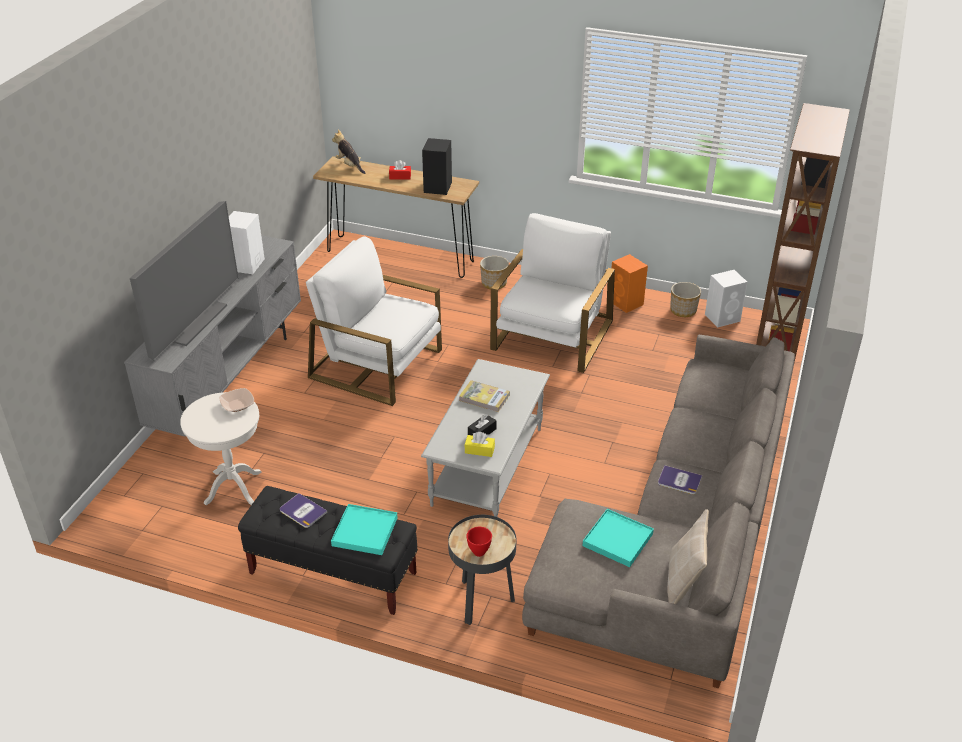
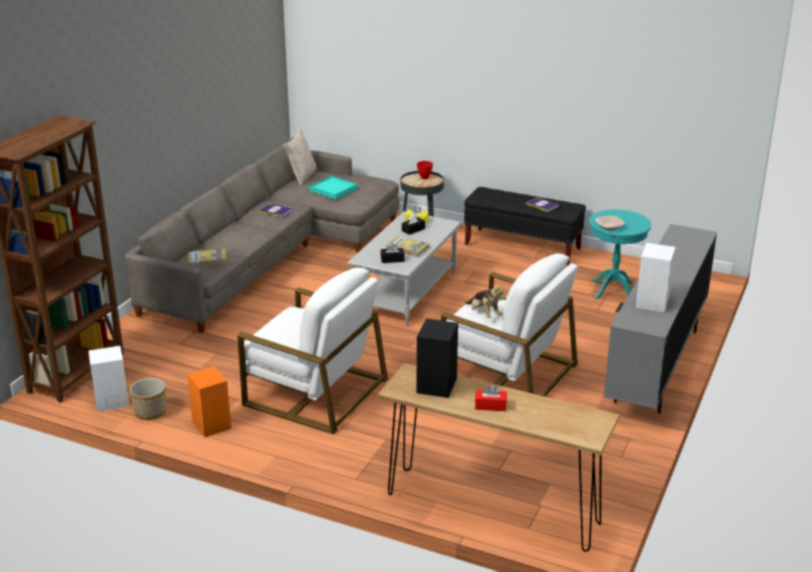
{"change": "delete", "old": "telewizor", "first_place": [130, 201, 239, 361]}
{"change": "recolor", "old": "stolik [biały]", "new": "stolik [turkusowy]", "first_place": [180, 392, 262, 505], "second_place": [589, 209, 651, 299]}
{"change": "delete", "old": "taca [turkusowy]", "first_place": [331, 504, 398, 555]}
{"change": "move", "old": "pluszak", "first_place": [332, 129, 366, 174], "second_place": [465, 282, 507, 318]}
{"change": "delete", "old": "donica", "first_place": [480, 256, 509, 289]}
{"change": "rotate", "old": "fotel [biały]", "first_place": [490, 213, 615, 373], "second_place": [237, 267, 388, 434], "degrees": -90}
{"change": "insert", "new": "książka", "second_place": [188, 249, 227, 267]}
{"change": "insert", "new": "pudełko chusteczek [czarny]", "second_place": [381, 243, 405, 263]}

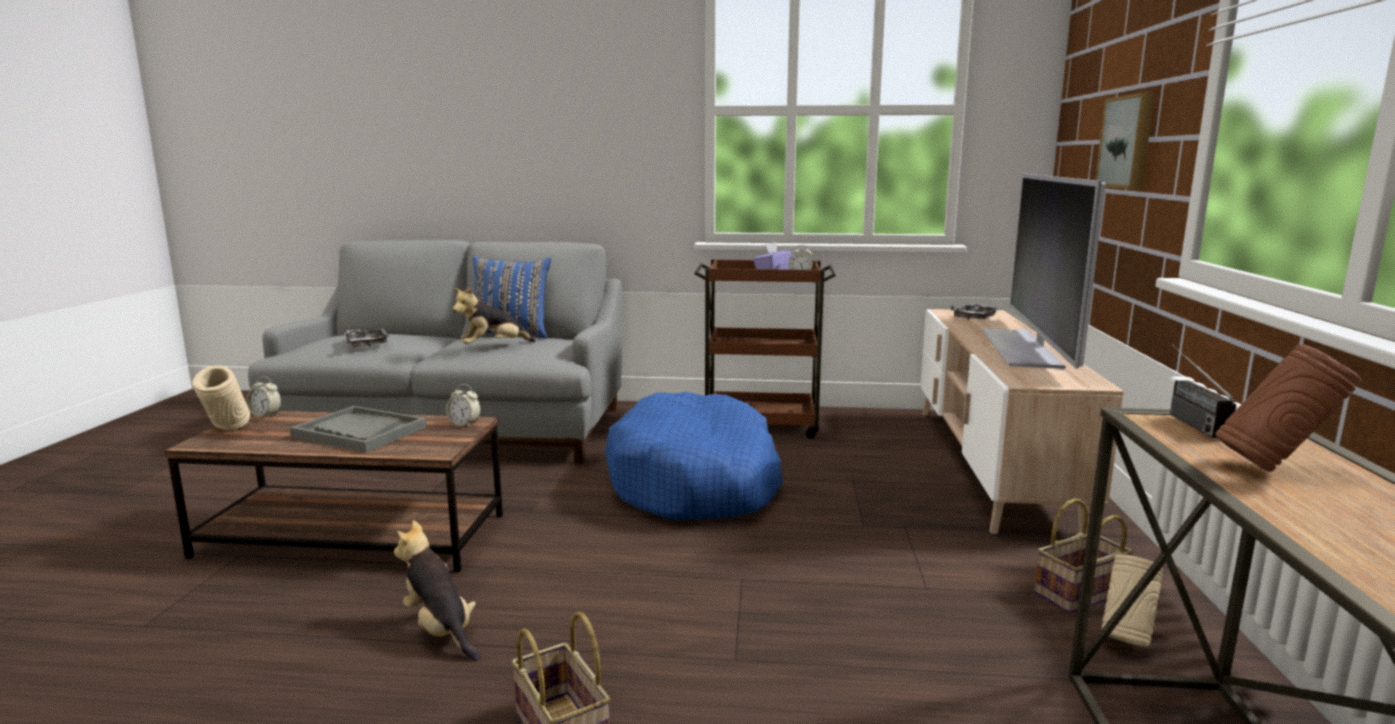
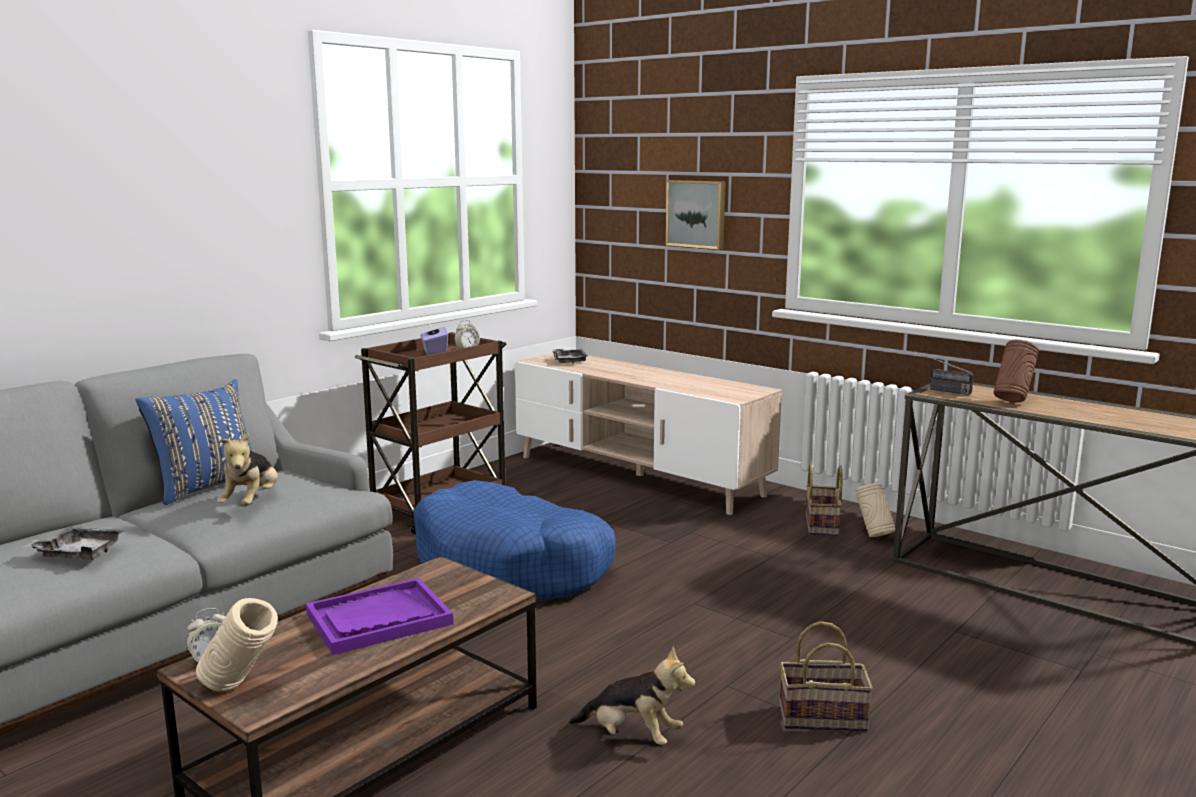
{"change": "recolor", "old": "taca [szary]", "new": "taca [fioletowy]", "first_place": [290, 406, 427, 452], "second_place": [306, 578, 453, 655]}
{"change": "rotate", "old": "pluszak", "first_place": [394, 520, 480, 661], "second_place": [568, 647, 695, 745], "degrees": -150}
{"change": "delete", "old": "budzik", "first_place": [446, 384, 481, 428]}
{"change": "delete", "old": "telewizor", "first_place": [981, 174, 1106, 369]}

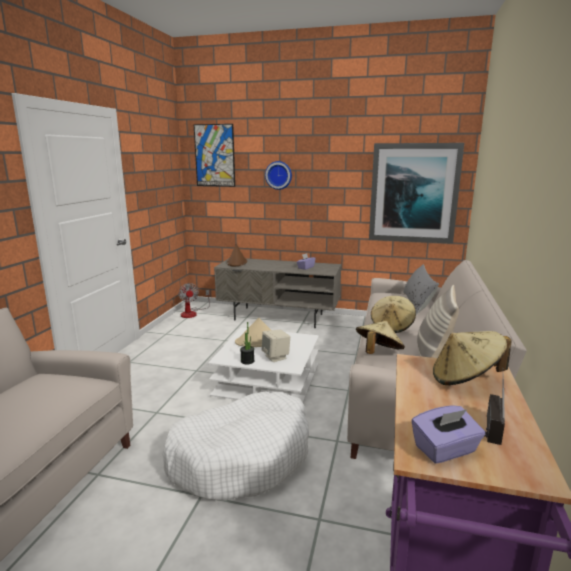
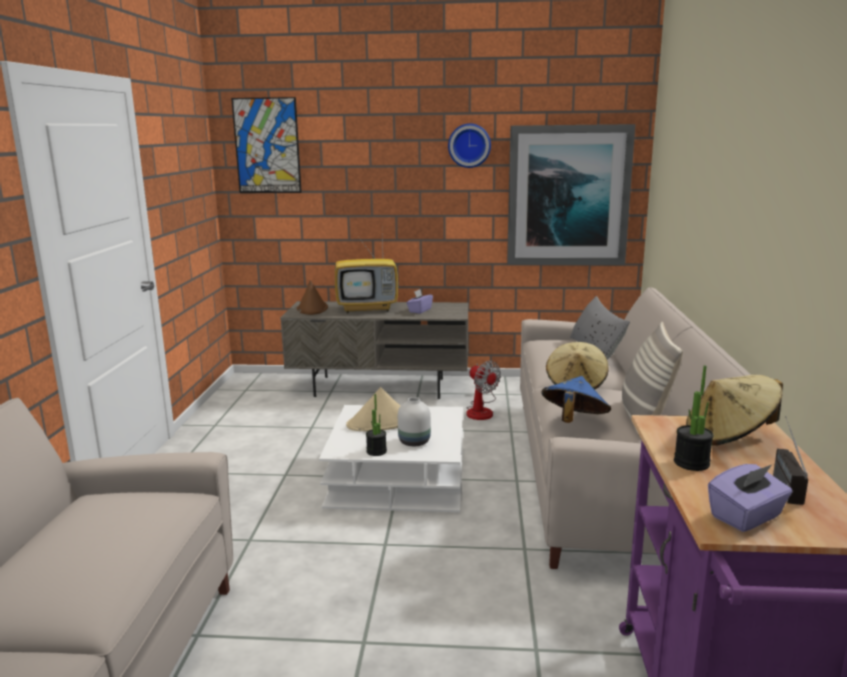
{"change": "delete", "old": "legowisko [biały]", "first_place": [163, 391, 309, 501]}
{"change": "move", "old": "wentylator", "first_place": [179, 283, 210, 318], "second_place": [467, 361, 501, 420]}
{"change": "replace", "old": "głośnik [beżowy]", "new": "wazon [biały]", "first_place": [261, 330, 290, 362], "second_place": [398, 397, 431, 446]}
{"change": "move", "old": "zegar ścienny", "first_place": [265, 161, 292, 190], "second_place": [448, 123, 491, 168]}
{"change": "recolor", "old": "kapelusz [beżowy]", "new": "kapelusz [niebieski]", "first_place": [356, 321, 405, 354], "second_place": [541, 376, 611, 423]}
{"change": "insert", "new": "telewizor", "second_place": [335, 231, 398, 313]}
{"change": "insert", "new": "roślina doniczkowa", "second_place": [674, 366, 714, 471]}

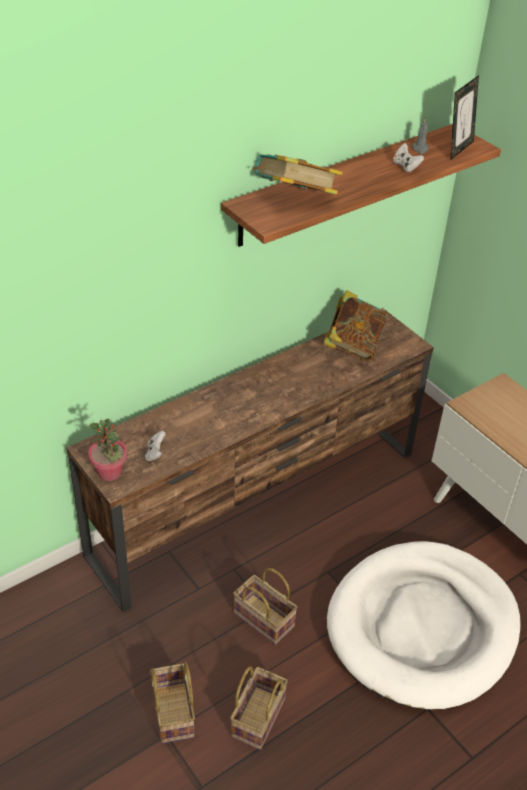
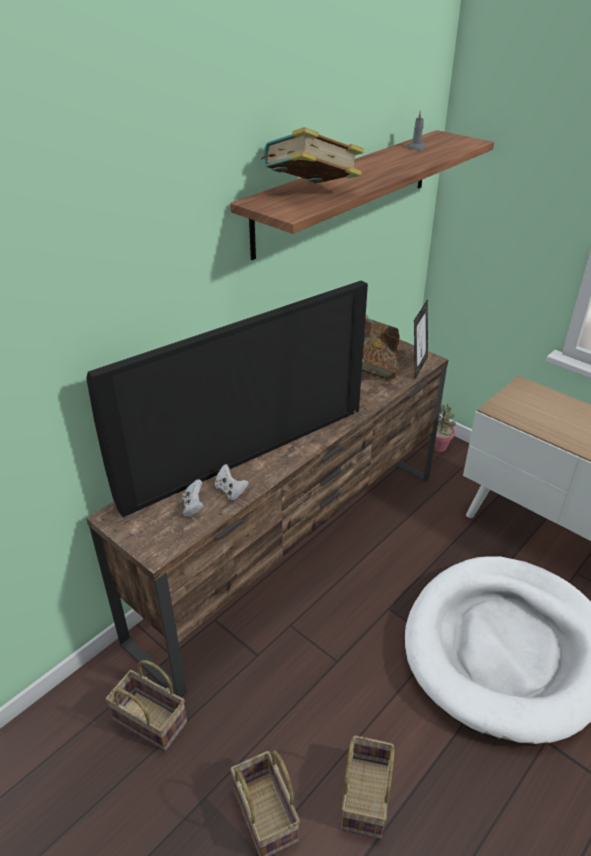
{"change": "move", "old": "roślina doniczkowa", "first_place": [88, 418, 127, 481], "second_place": [429, 403, 456, 452]}
{"change": "move", "old": "koszyk", "first_place": [233, 568, 298, 645], "second_place": [106, 660, 187, 751]}
{"change": "move", "old": "pad do gier [biały]", "first_place": [393, 143, 424, 172], "second_place": [215, 464, 249, 500]}
{"change": "move", "old": "ramka na zdjęcie", "first_place": [451, 75, 479, 160], "second_place": [414, 299, 428, 379]}
{"change": "insert", "new": "telewizor", "second_place": [86, 280, 368, 517]}

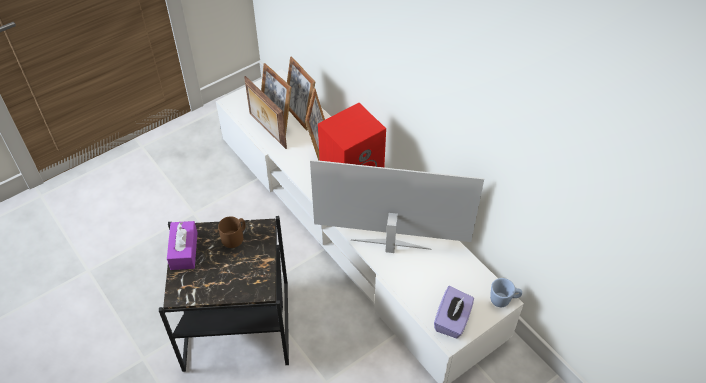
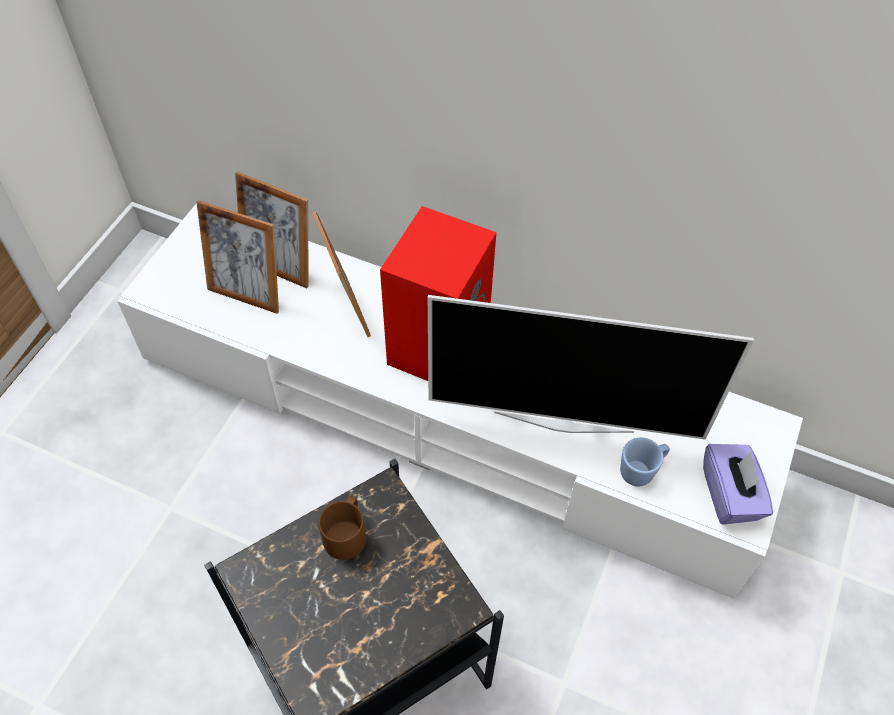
{"change": "delete", "old": "pudełko chusteczek [fioletowy]", "first_place": [167, 221, 198, 270]}
{"change": "delete", "old": "ramka na zdjęcie", "first_place": [244, 76, 287, 149]}
{"change": "rotate", "old": "telewizor", "first_place": [310, 160, 484, 253], "second_place": [428, 295, 754, 440], "degrees": -150}
{"change": "move", "old": "kubek [niebieski]", "first_place": [490, 278, 522, 307], "second_place": [620, 438, 670, 487]}

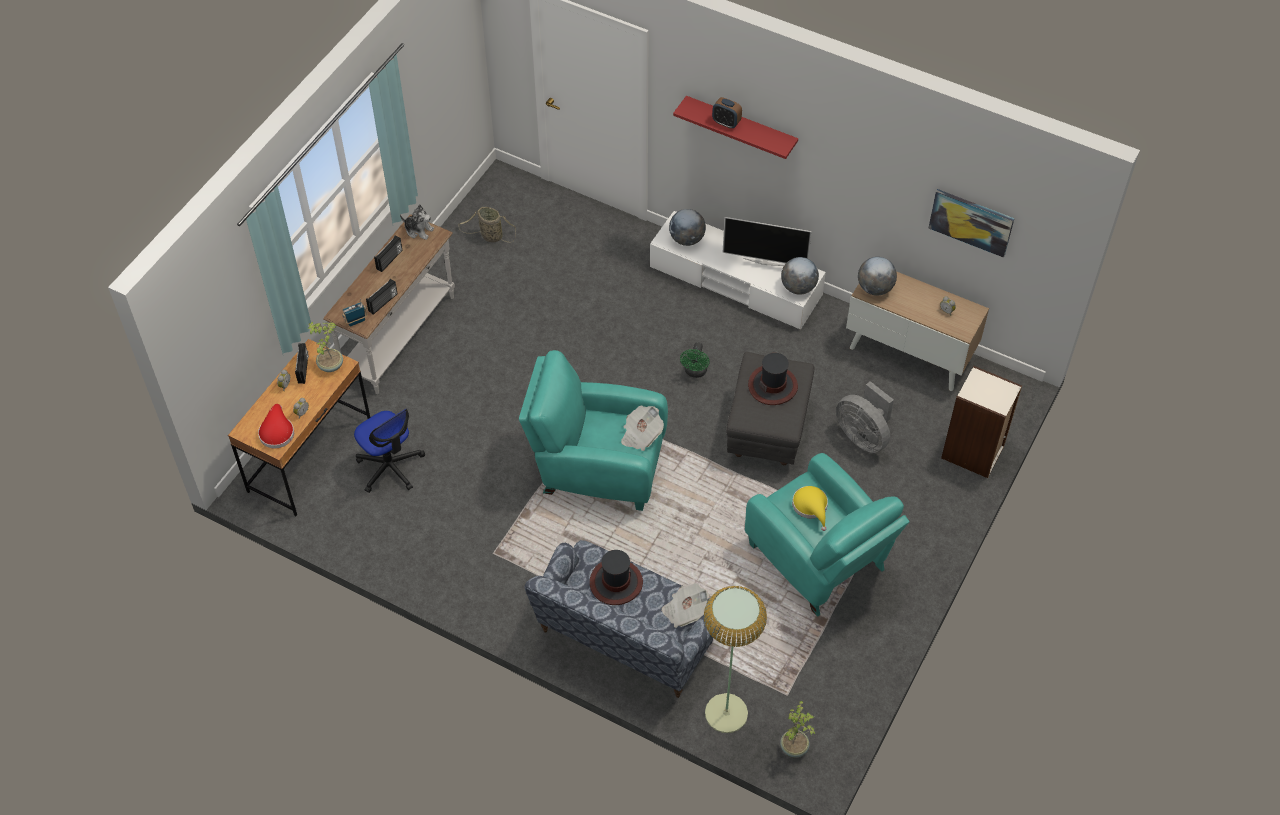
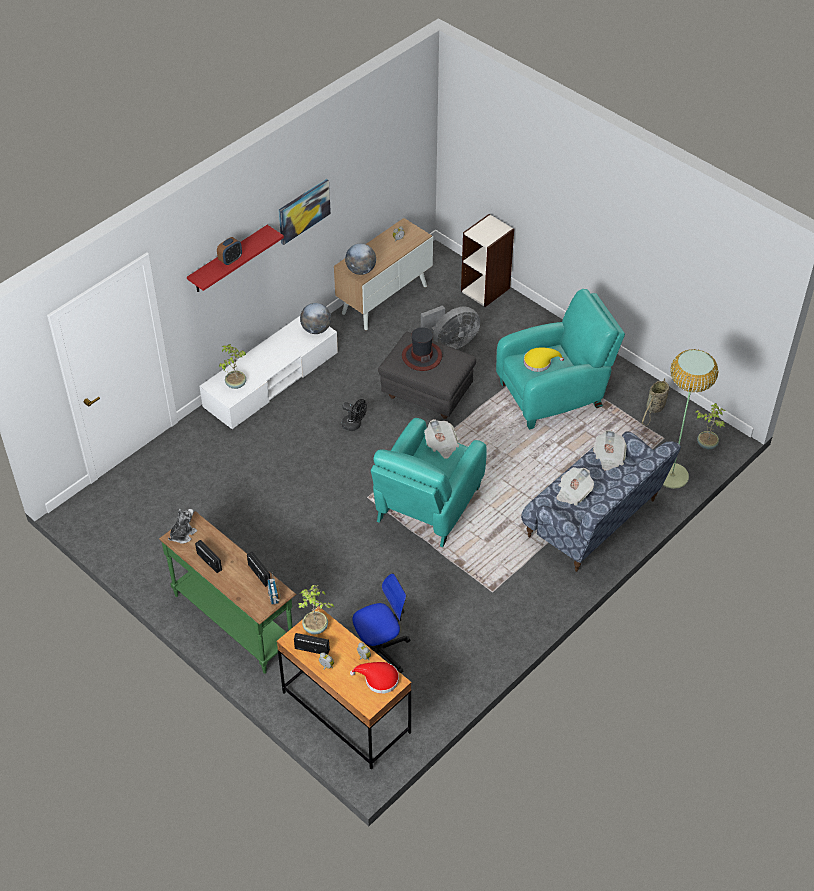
{"change": "recolor", "old": "stolik konsolowy [biały]", "new": "stolik konsolowy [zielony]", "first_place": [323, 214, 455, 394], "second_place": [159, 511, 296, 674]}
{"change": "move", "old": "koszyk", "first_place": [458, 207, 516, 243], "second_place": [642, 378, 669, 425]}
{"change": "replace", "old": "kapelusz", "new": "gazeta", "first_place": [590, 550, 643, 605], "second_place": [557, 468, 594, 506]}
{"change": "replace", "old": "globus", "new": "roślina doniczkowa", "first_place": [669, 209, 706, 246], "second_place": [219, 344, 246, 389]}
{"change": "recolor", "old": "wentylator [zielony]", "new": "wentylator [czarny]", "first_place": [680, 342, 710, 378], "second_place": [342, 399, 367, 431]}
{"change": "delete", "old": "telewizor", "first_place": [722, 217, 812, 266]}
{"change": "move", "old": "obraz", "first_place": [929, 189, 1014, 258], "second_place": [279, 179, 331, 245]}

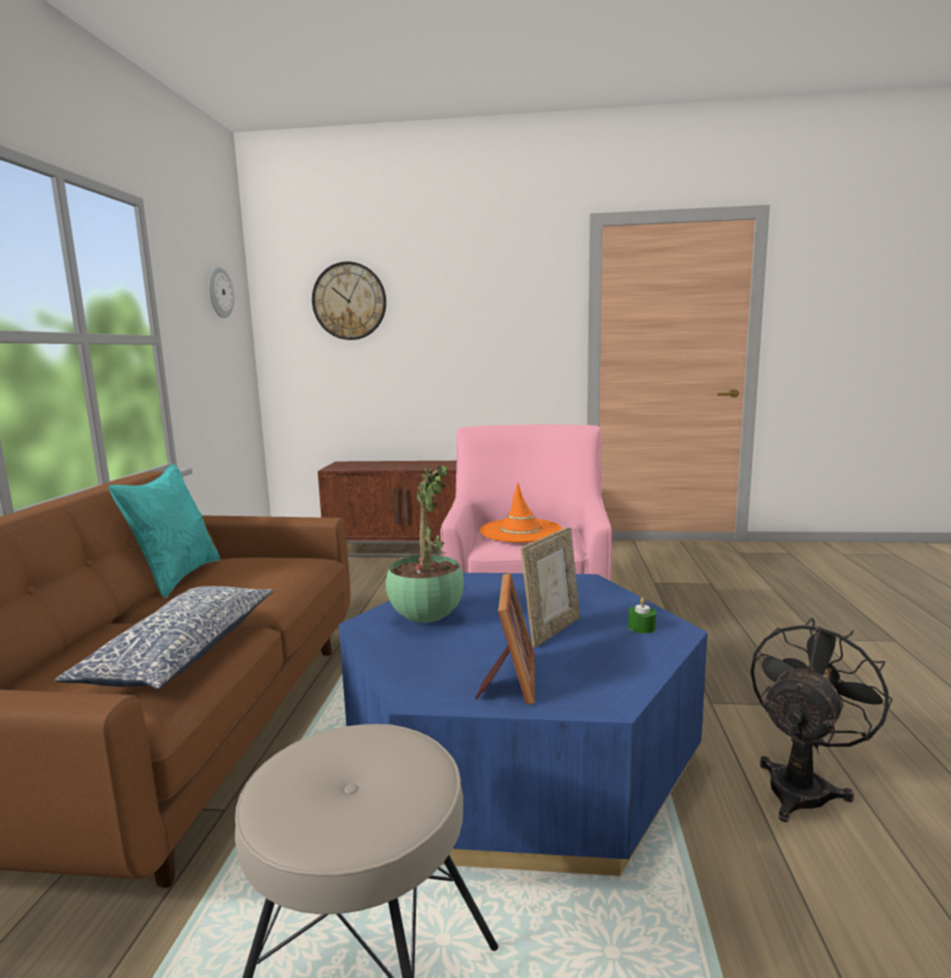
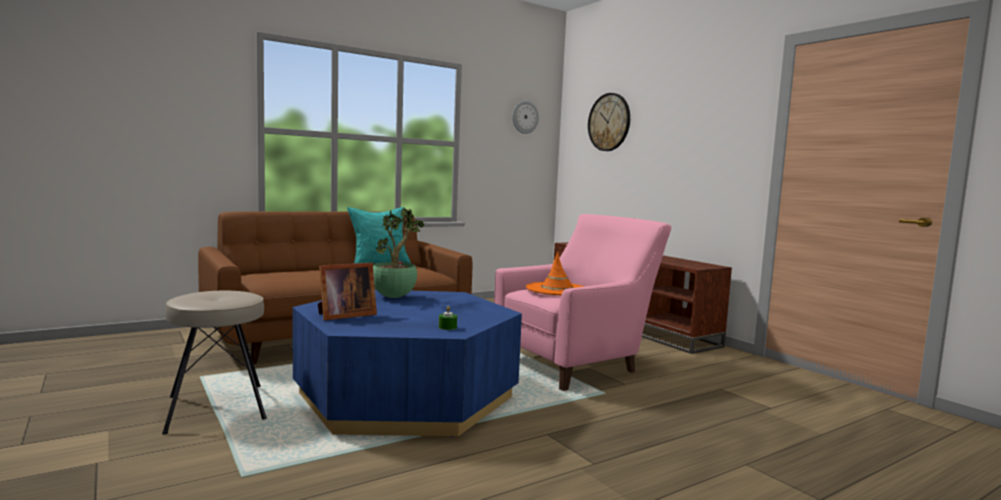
{"change": "delete", "old": "poduszka", "first_place": [55, 586, 273, 690]}
{"change": "delete", "old": "ramka na zdjęcie", "first_place": [521, 527, 580, 648]}
{"change": "delete", "old": "wentylator [czarny]", "first_place": [750, 618, 893, 822]}

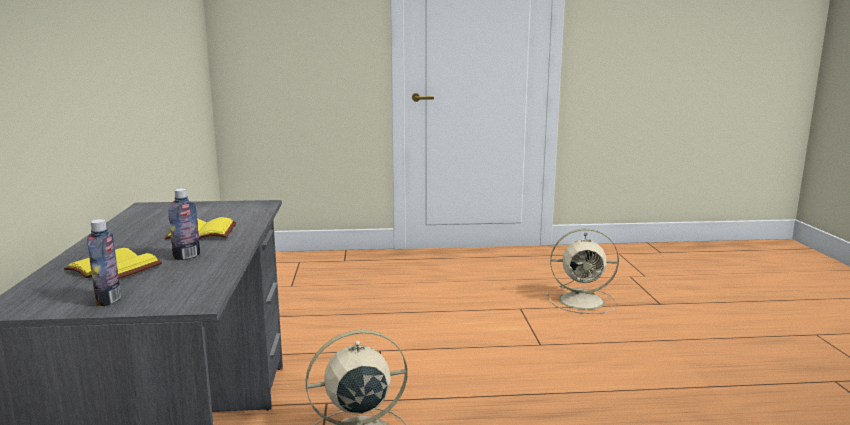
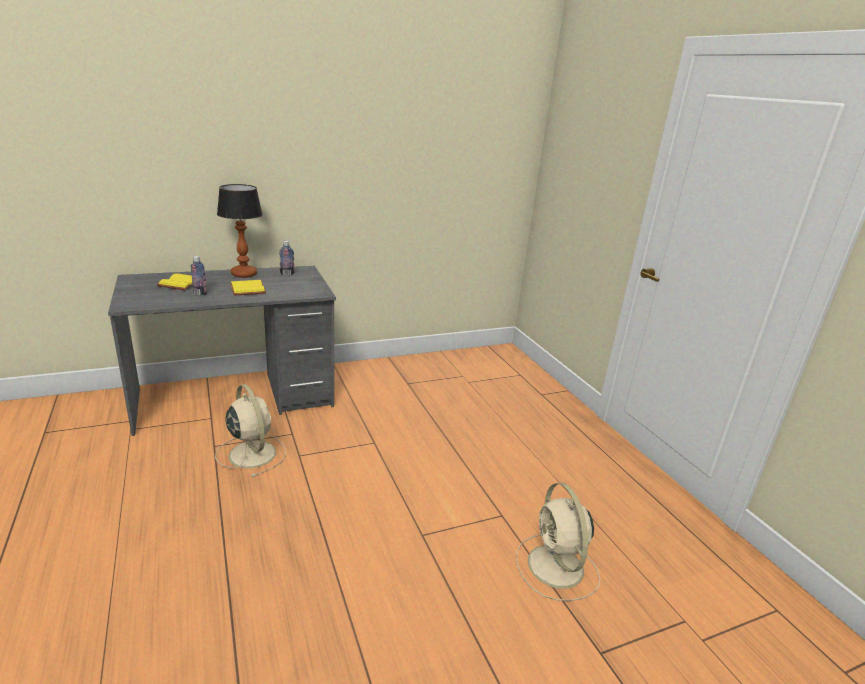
{"change": "move", "old": "butelka", "first_place": [87, 219, 121, 306], "second_place": [279, 241, 295, 275]}
{"change": "insert", "new": "lampa stołowa", "second_place": [217, 184, 263, 278]}

